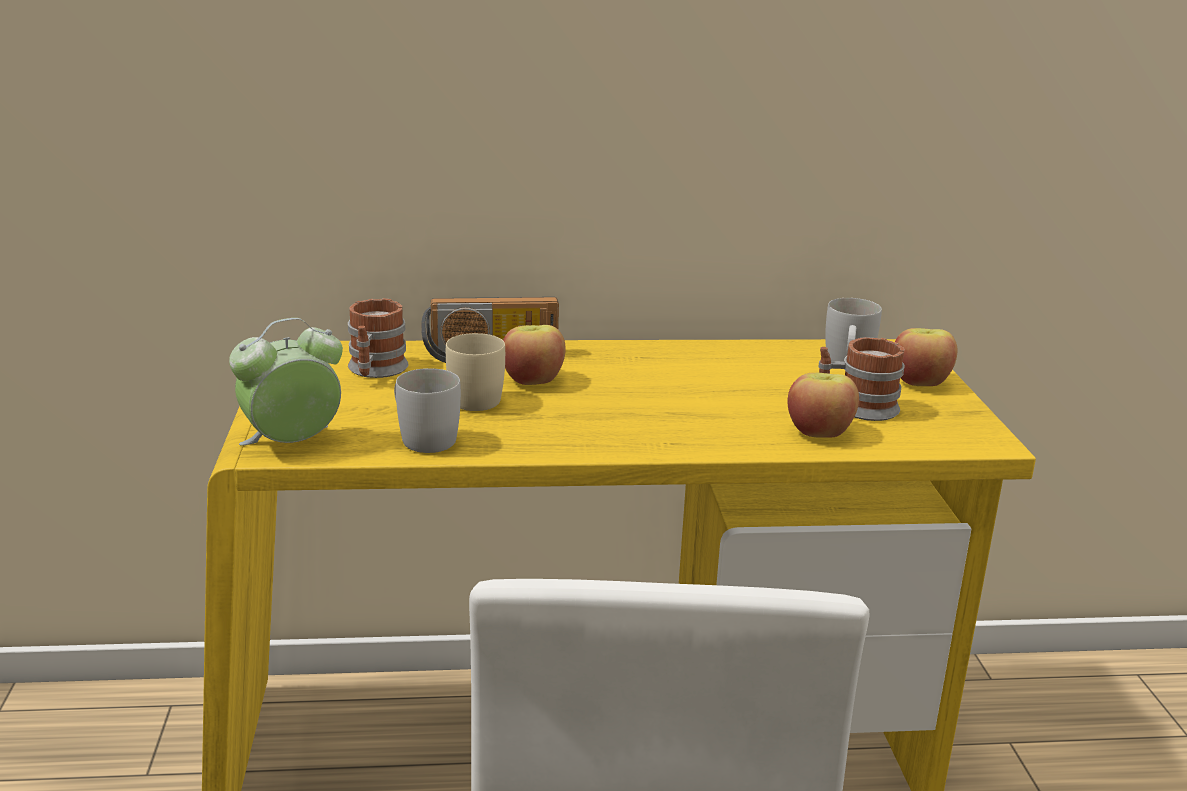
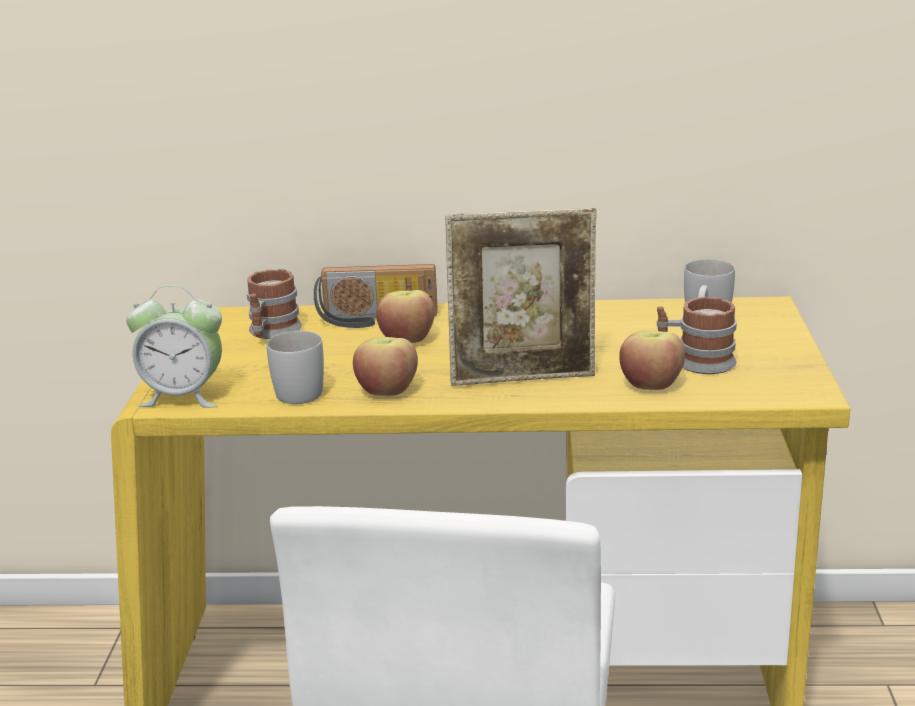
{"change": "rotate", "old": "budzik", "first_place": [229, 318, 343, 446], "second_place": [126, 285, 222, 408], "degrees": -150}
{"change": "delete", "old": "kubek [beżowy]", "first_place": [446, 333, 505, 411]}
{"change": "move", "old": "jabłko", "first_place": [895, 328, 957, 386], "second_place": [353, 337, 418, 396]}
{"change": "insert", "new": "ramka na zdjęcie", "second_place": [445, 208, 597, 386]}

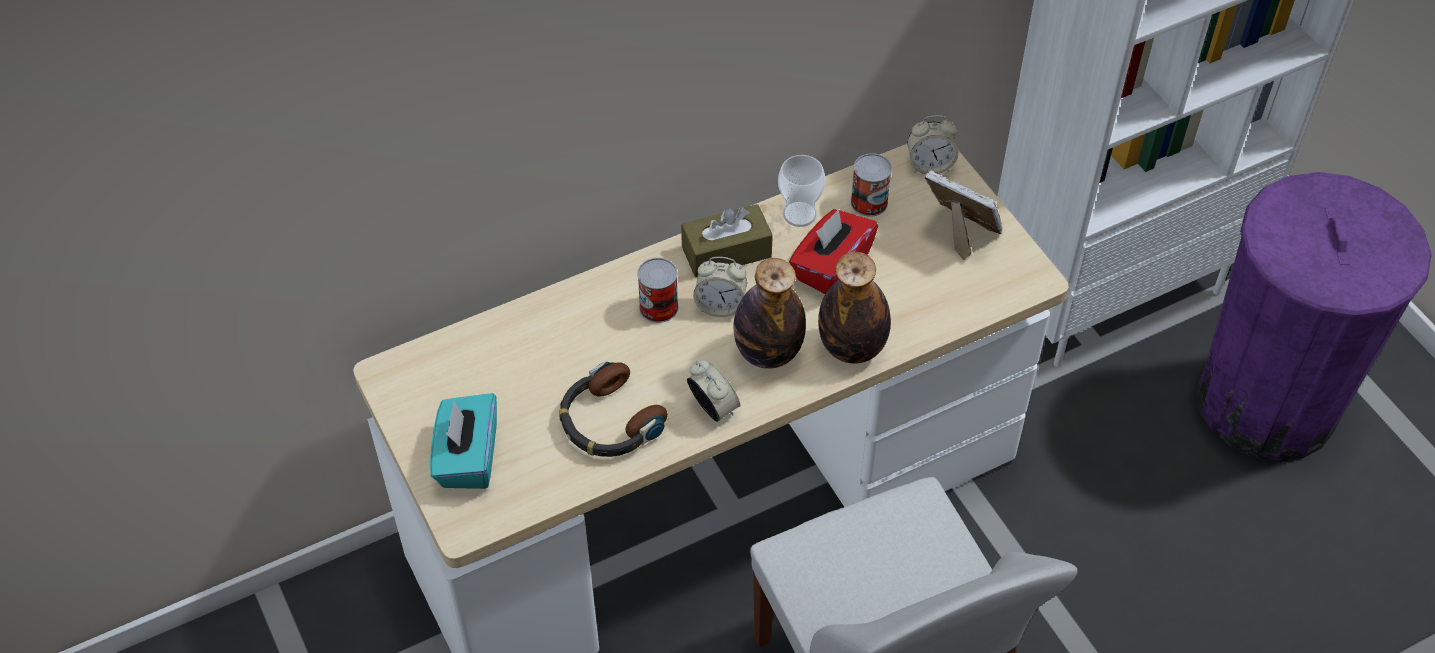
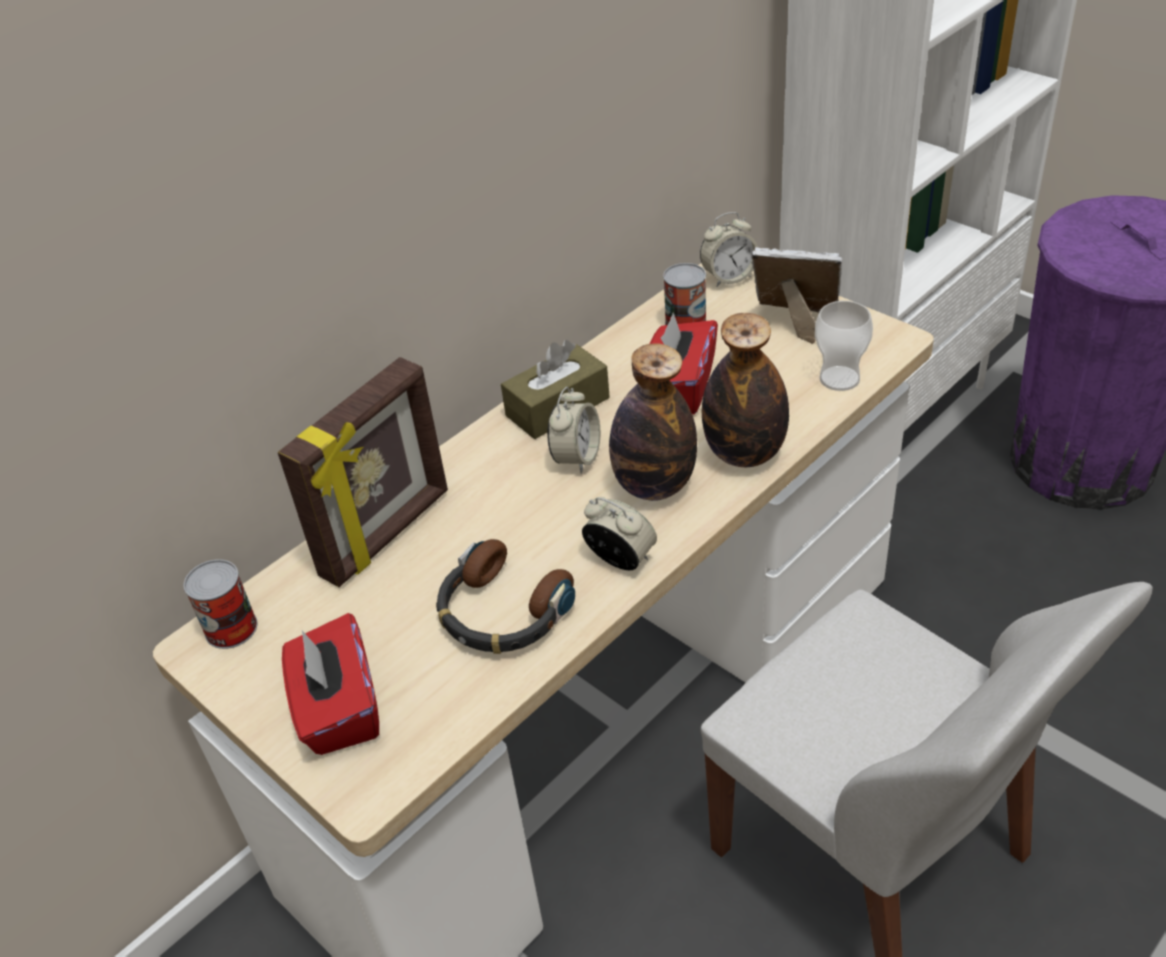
{"change": "recolor", "old": "pudełko chusteczek [turkusowy]", "new": "pudełko chusteczek [czerwony]", "first_place": [430, 393, 497, 489], "second_place": [282, 613, 379, 755]}
{"change": "move", "old": "puszka", "first_place": [637, 258, 678, 323], "second_place": [183, 559, 257, 649]}
{"change": "rotate", "old": "budzik", "first_place": [693, 257, 747, 317], "second_place": [547, 387, 600, 473], "degrees": -60}
{"change": "move", "old": "filiżanka", "first_place": [778, 155, 825, 227], "second_place": [815, 301, 873, 391]}
{"change": "insert", "new": "ramka na zdjęcie", "second_place": [278, 357, 448, 587]}

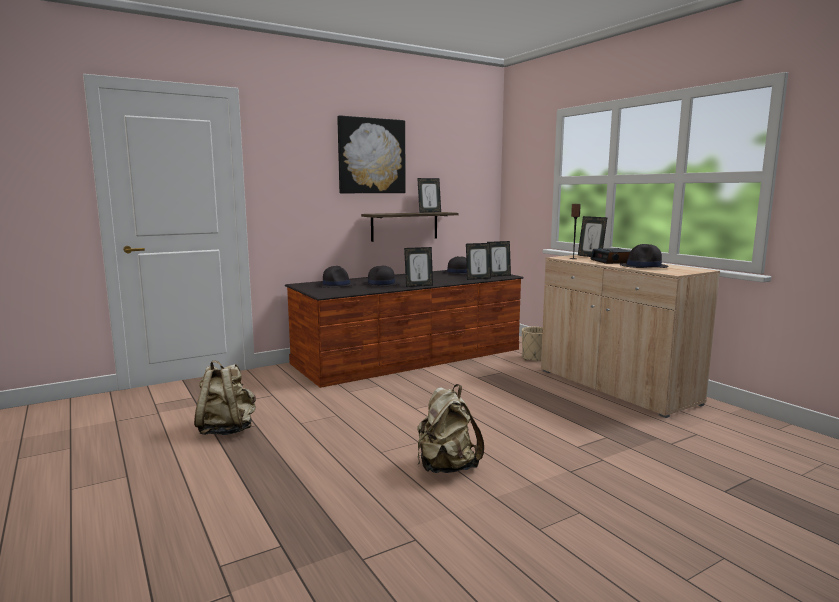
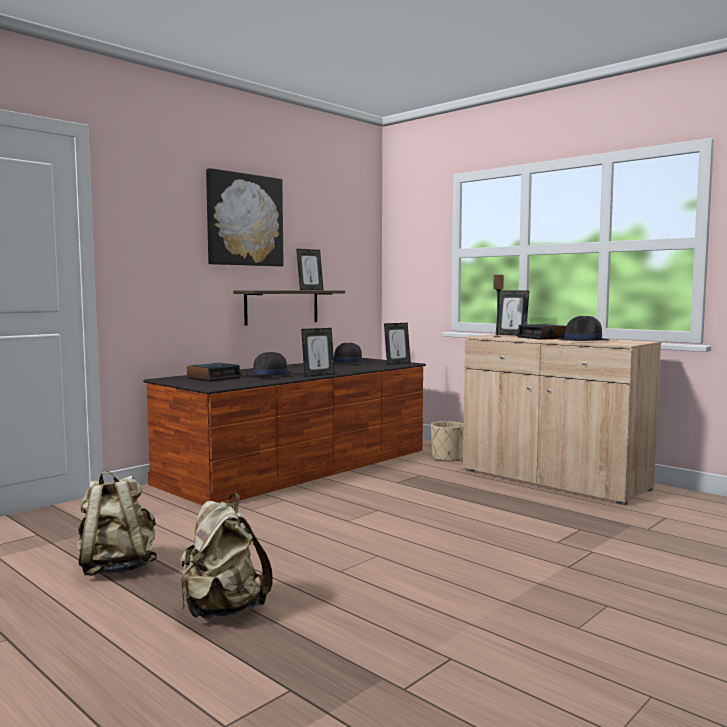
{"change": "replace", "old": "kapelusz [czarny]", "new": "budzik", "first_place": [317, 266, 356, 288], "second_place": [187, 363, 241, 381]}
{"change": "move", "old": "plecak [beżowy]", "first_place": [417, 384, 484, 473], "second_place": [180, 494, 273, 618]}
{"change": "delete", "old": "ramka na zdjęcie", "first_place": [466, 243, 491, 280]}

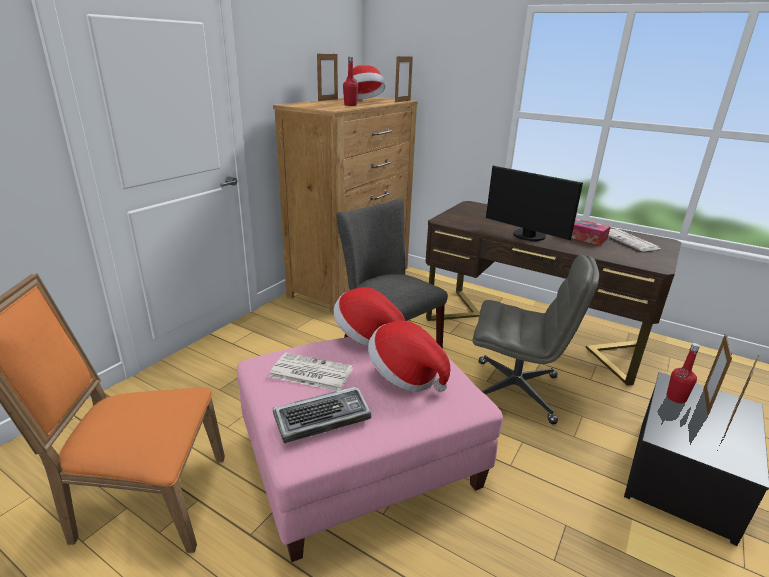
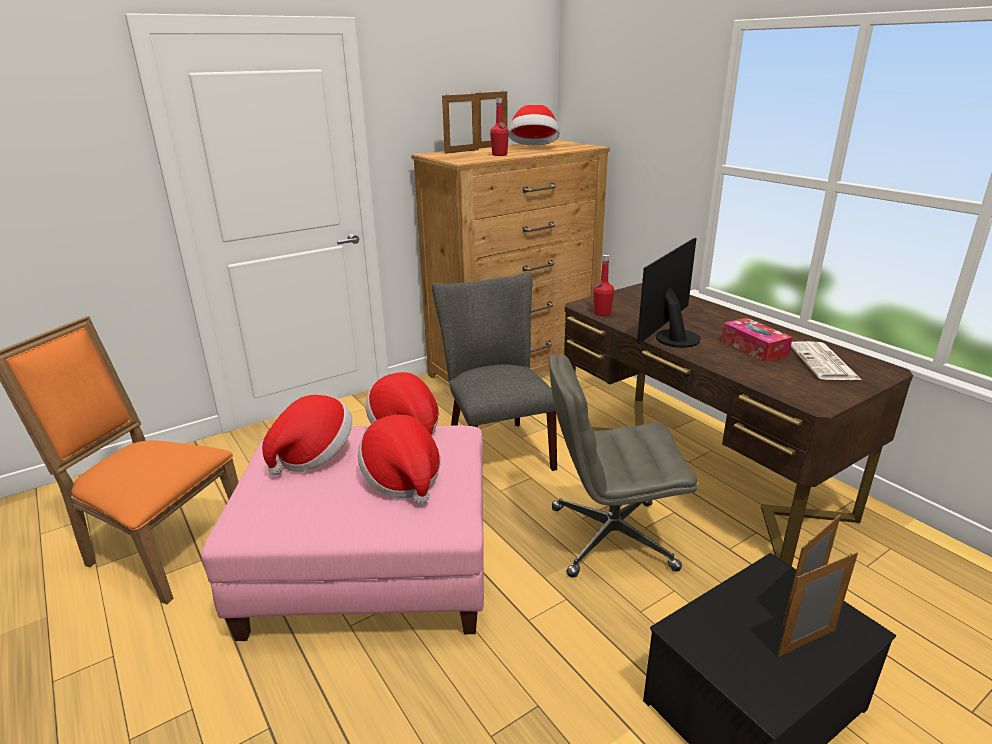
{"change": "replace", "old": "gazeta", "new": "kapelusz", "first_place": [269, 353, 353, 391], "second_place": [262, 395, 352, 475]}
{"change": "delete", "old": "klawiatura", "first_place": [273, 387, 371, 443]}
{"change": "move", "old": "ramka na zdjęcie", "first_place": [395, 56, 413, 103], "second_place": [442, 94, 479, 154]}
{"change": "rotate", "old": "krzesło biurowe [szary]", "first_place": [473, 255, 599, 425], "second_place": [549, 354, 697, 578], "degrees": 135}
{"change": "rotate", "old": "monitor", "first_place": [486, 165, 583, 241], "second_place": [637, 238, 701, 348], "degrees": 60}
{"change": "move", "old": "butelka [czerwony]", "first_place": [667, 343, 700, 403], "second_place": [593, 255, 614, 316]}

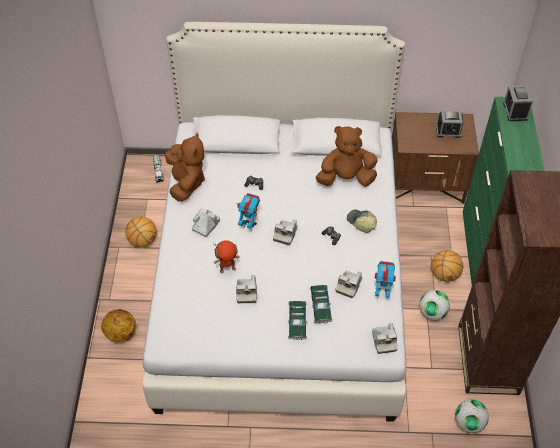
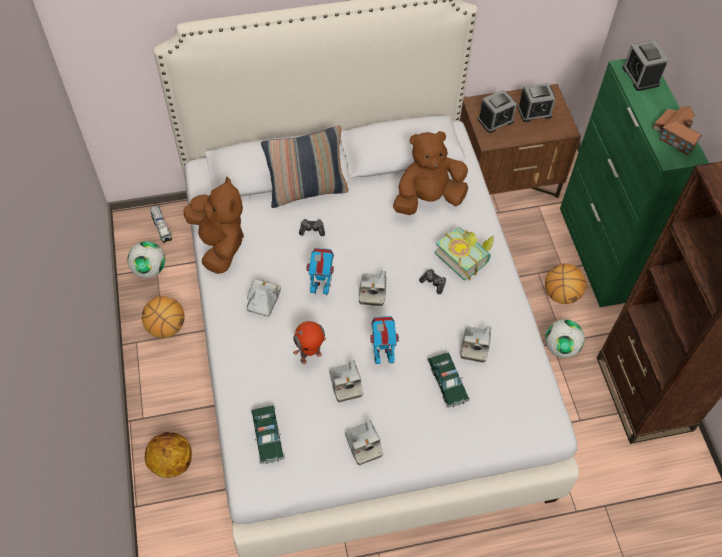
{"change": "move", "old": "samochodzik", "first_place": [288, 301, 307, 340], "second_place": [250, 405, 285, 464]}
{"change": "replace", "old": "czapka z daszkiem", "new": "książka", "first_place": [347, 210, 377, 233], "second_place": [435, 227, 494, 281]}
{"change": "move", "old": "aparat fotograficzny", "first_place": [372, 323, 398, 354], "second_place": [345, 420, 383, 465]}
{"change": "move", "old": "robot zabawkowy", "first_place": [375, 261, 396, 298], "second_place": [370, 316, 399, 364]}
{"change": "move", "old": "piłka futbolowa", "first_place": [455, 399, 489, 433], "second_place": [127, 241, 165, 278]}
{"change": "insert", "new": "poduszka", "second_place": [261, 125, 348, 208]}
{"change": "insert", "new": "budzik", "second_place": [478, 89, 517, 133]}
{"change": "insert", "new": "domek", "second_place": [652, 106, 702, 155]}

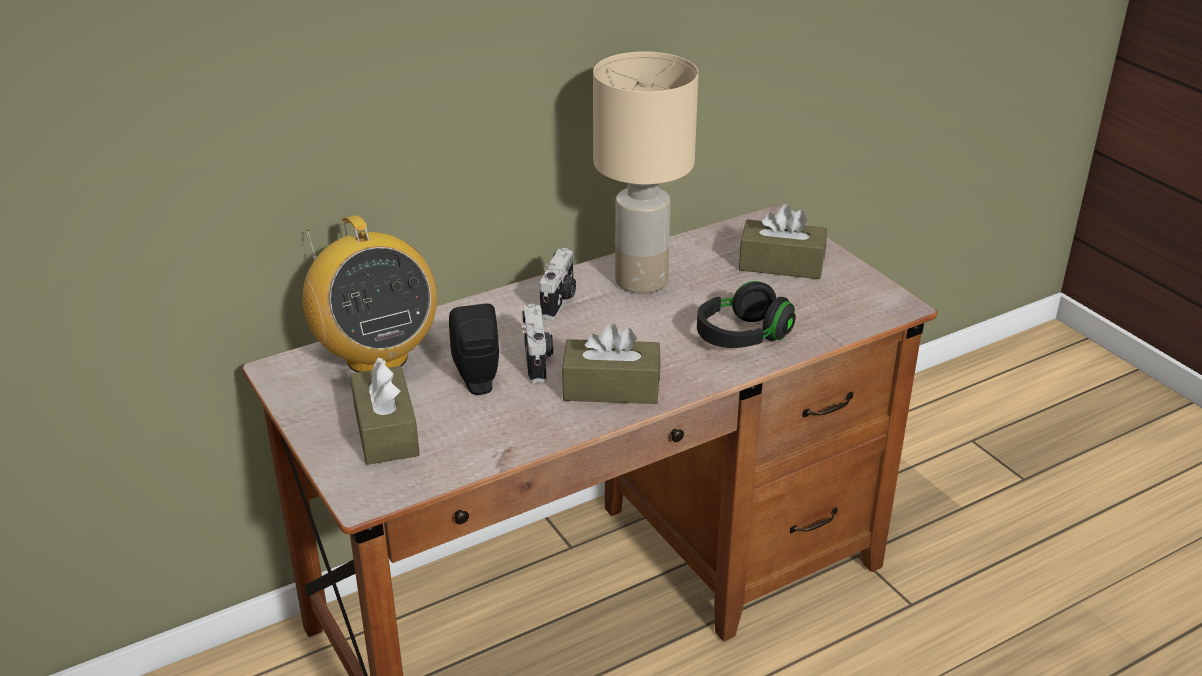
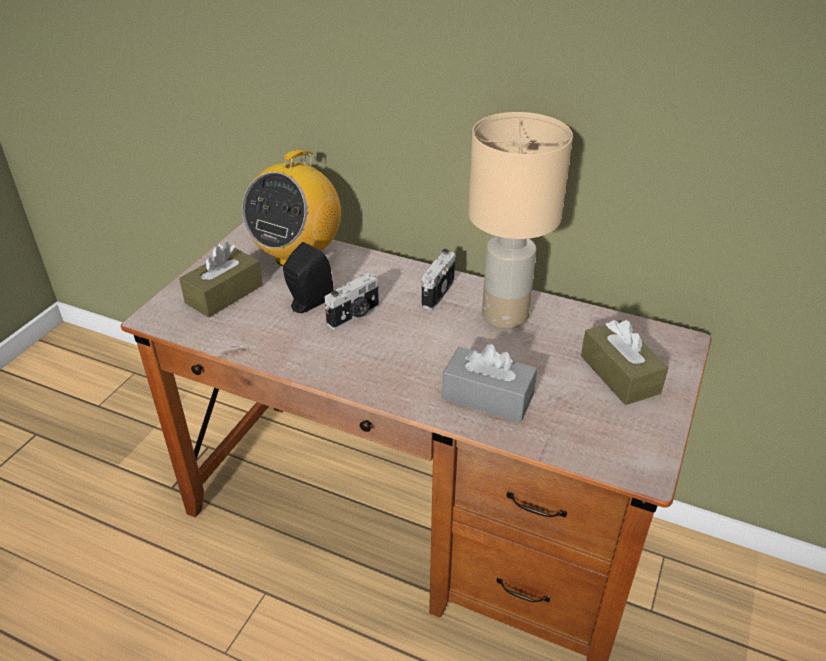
{"change": "rotate", "old": "aparat fotograficzny", "first_place": [540, 248, 576, 320], "second_place": [421, 249, 455, 310], "degrees": 135}
{"change": "delete", "old": "pudełko chusteczek [brązowy]", "first_place": [562, 323, 660, 404]}
{"change": "replace", "old": "słuchawki [czarny]", "new": "pudełko chusteczek [szary]", "first_place": [697, 281, 796, 348], "second_place": [442, 344, 537, 422]}

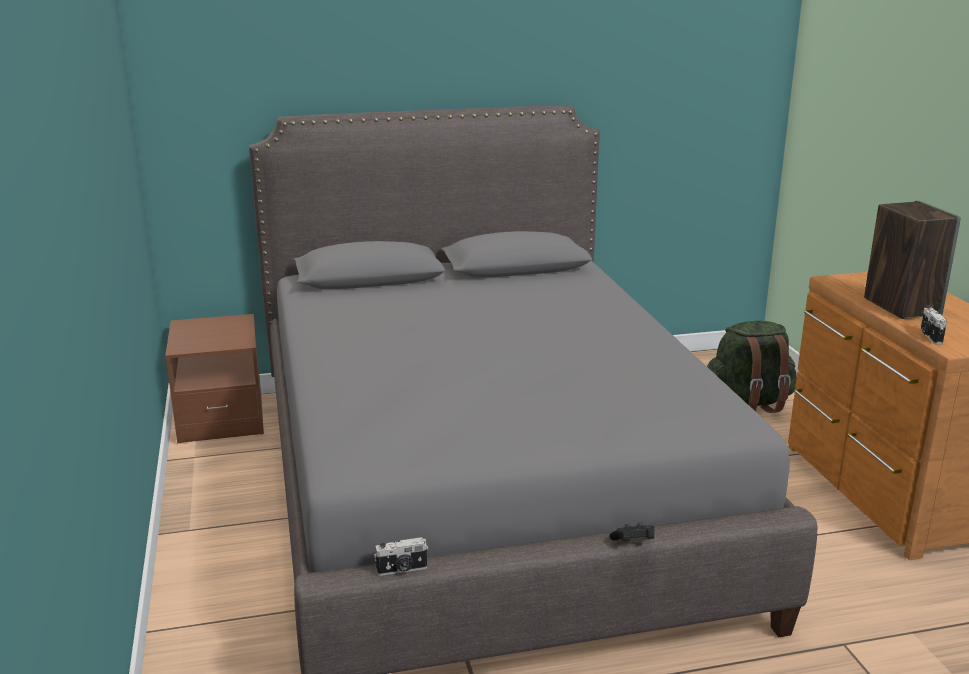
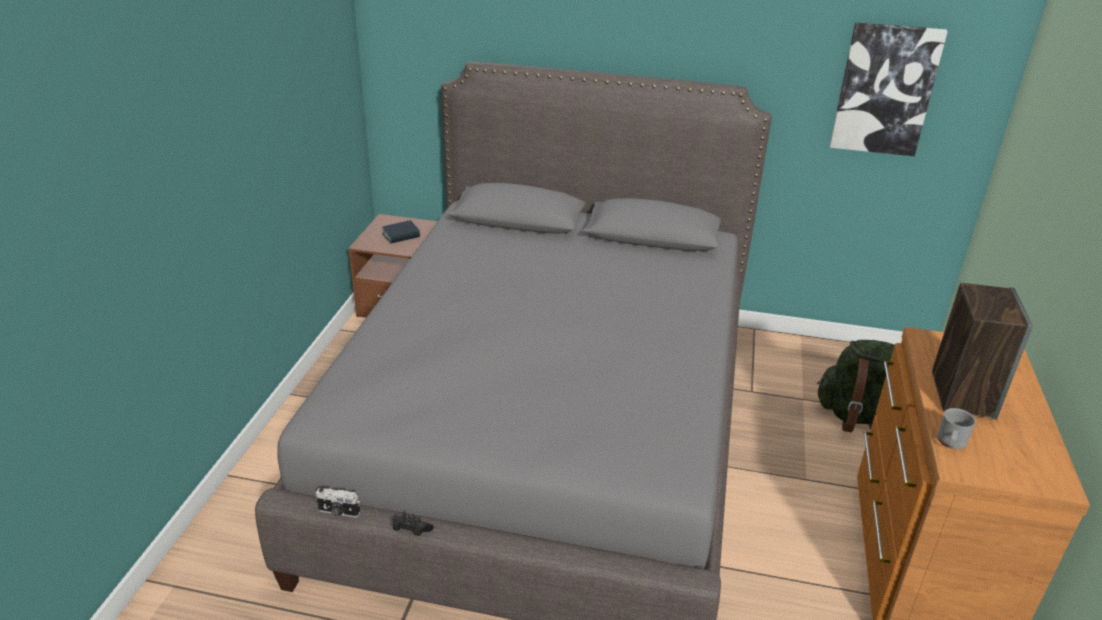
{"change": "move", "old": "pad do gier [czarny]", "first_place": [609, 522, 655, 542], "second_place": [393, 514, 434, 536]}
{"change": "replace", "old": "aparat fotograficzny", "new": "kubek [szary]", "first_place": [921, 305, 947, 344], "second_place": [937, 408, 976, 449]}
{"change": "insert", "new": "książka", "second_place": [382, 220, 420, 244]}
{"change": "insert", "new": "obraz", "second_place": [830, 22, 948, 156]}

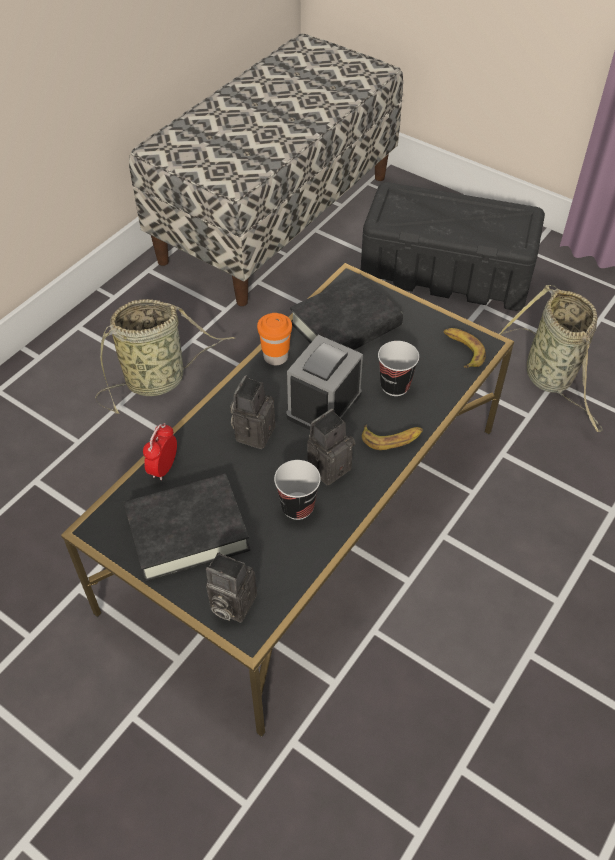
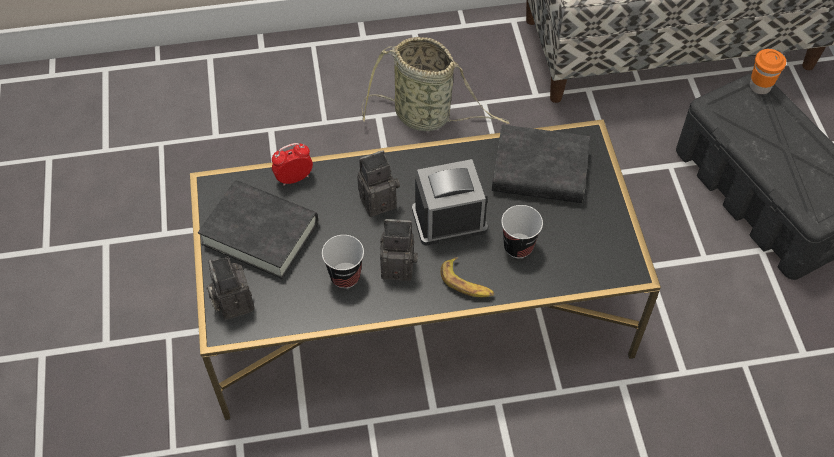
{"change": "move", "old": "filiżanka [pomarańczowy]", "first_place": [257, 313, 292, 366], "second_place": [750, 49, 786, 94]}
{"change": "delete", "old": "banan", "first_place": [443, 328, 486, 368]}
{"change": "delete", "old": "koszyk", "first_place": [499, 285, 603, 432]}

